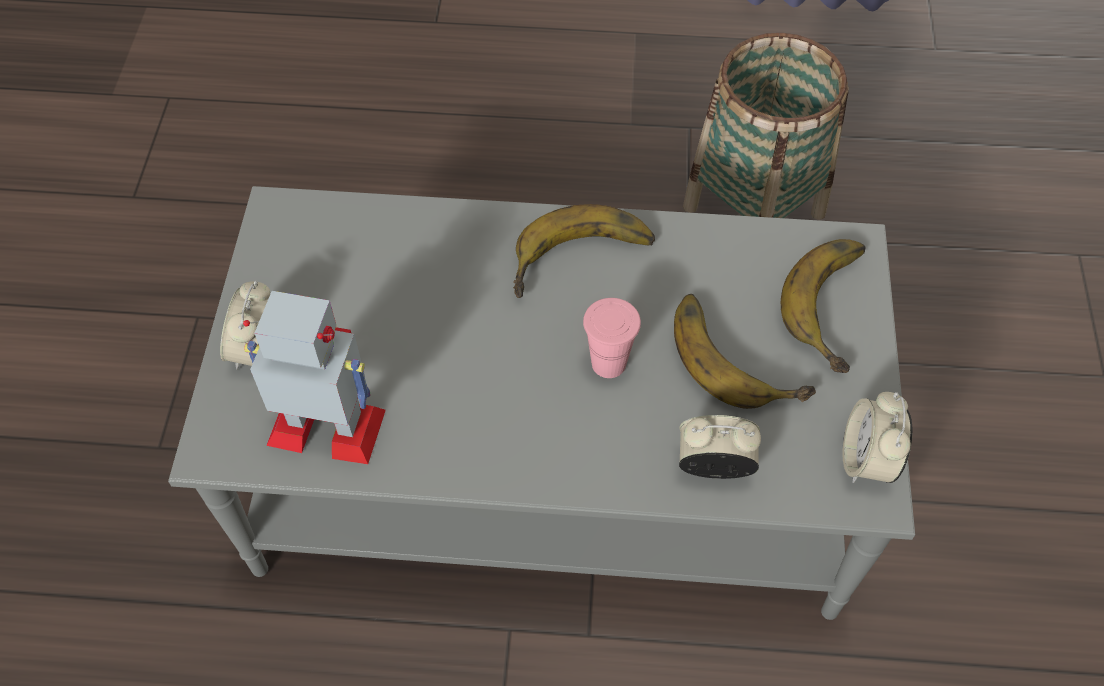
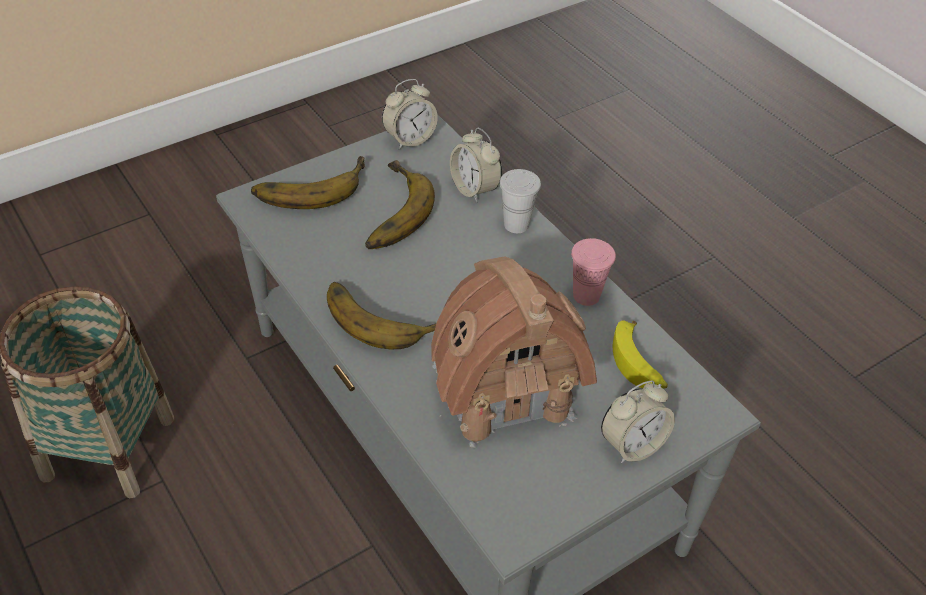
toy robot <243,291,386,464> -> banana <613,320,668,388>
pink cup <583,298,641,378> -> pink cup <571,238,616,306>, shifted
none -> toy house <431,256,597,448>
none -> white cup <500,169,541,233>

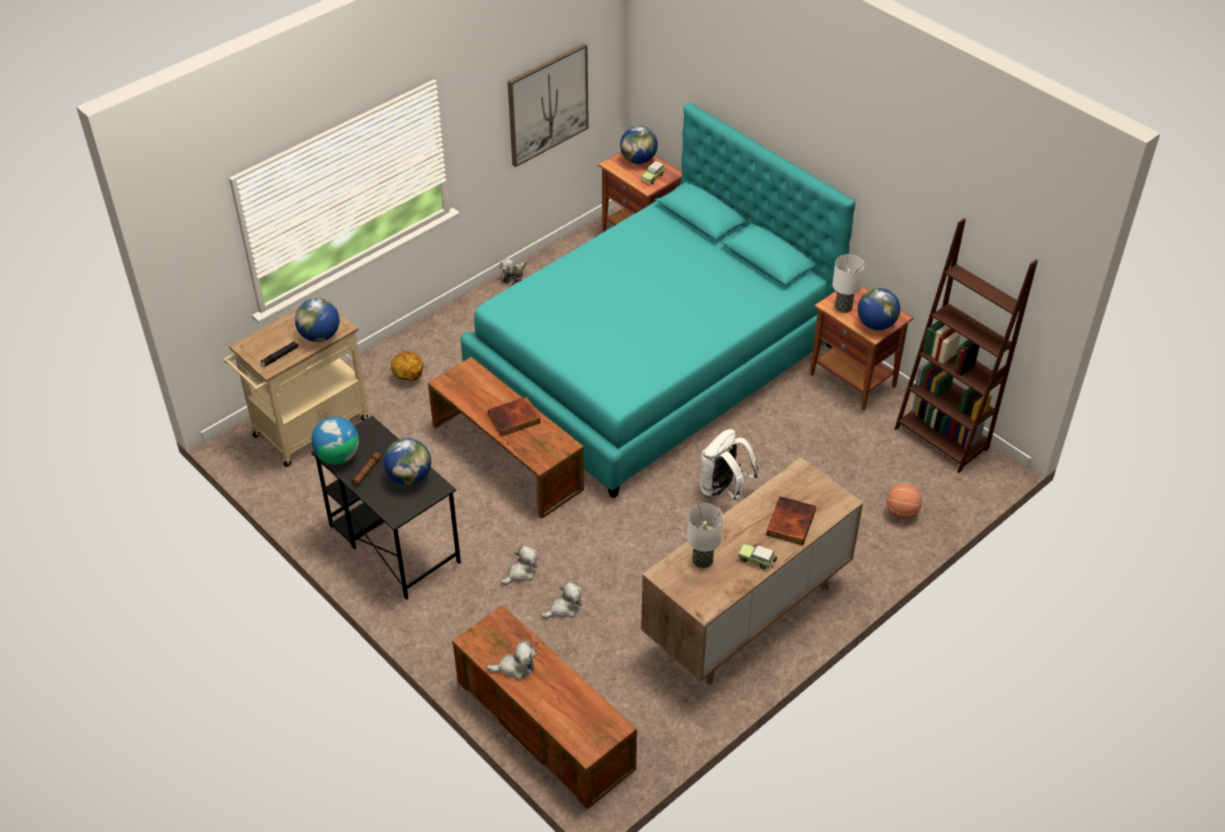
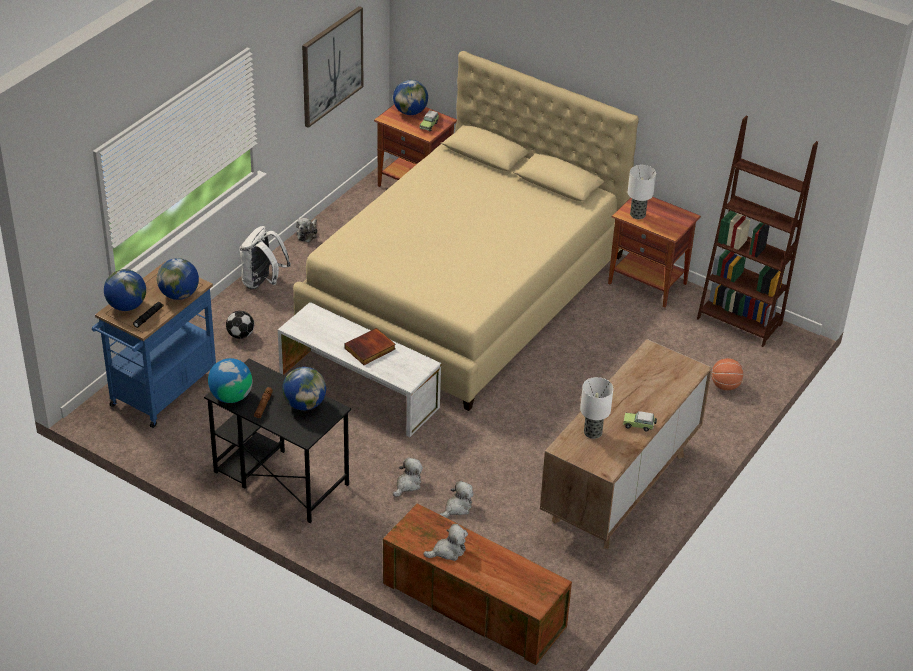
beige cart <224,297,368,467> -> blue cart <92,261,216,428>
basketball <391,351,423,381> -> football <226,311,254,339>
brown bench <428,357,584,519> -> white bench <278,302,442,437>
turquoise bed <461,103,856,499> -> beige bed <293,51,639,411>
white backpack <700,429,759,501> -> white backpack <239,226,291,289>, shifted
book <766,496,816,545> -> none
globe <858,288,900,330> -> globe <104,269,146,311>, shifted

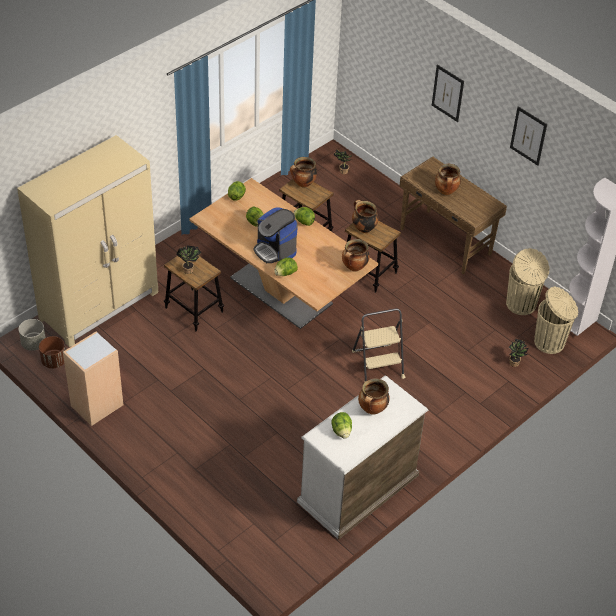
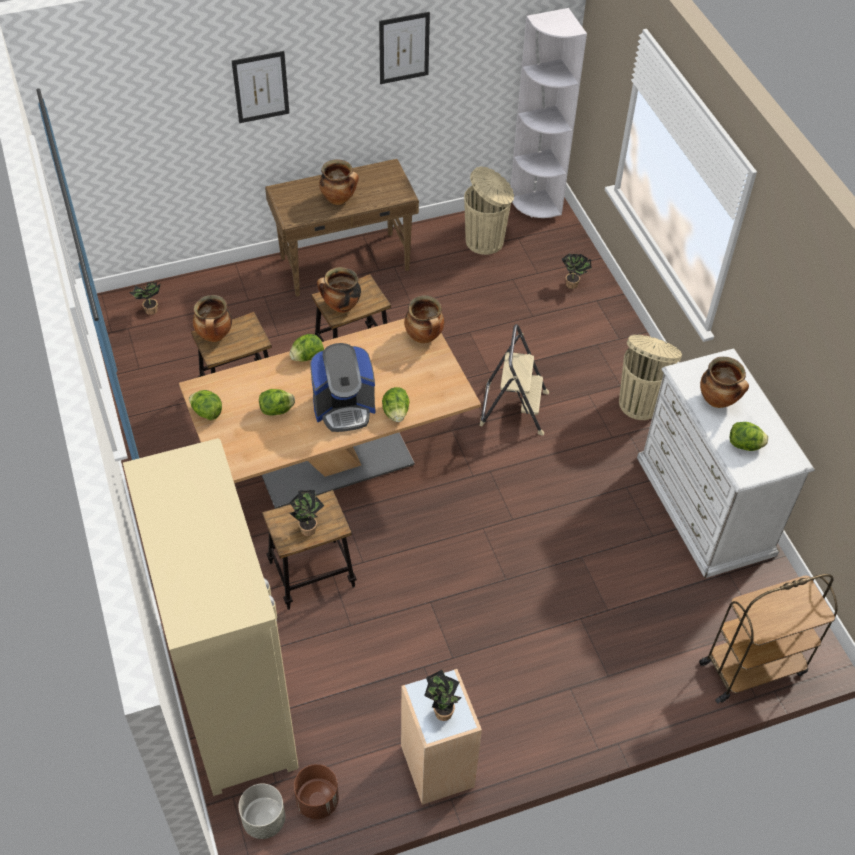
beige trash can <534,287,578,354> -> beige trash can <619,335,682,420>, shifted
none -> potted plant <424,670,462,721>
none -> brown cart <699,574,838,704>

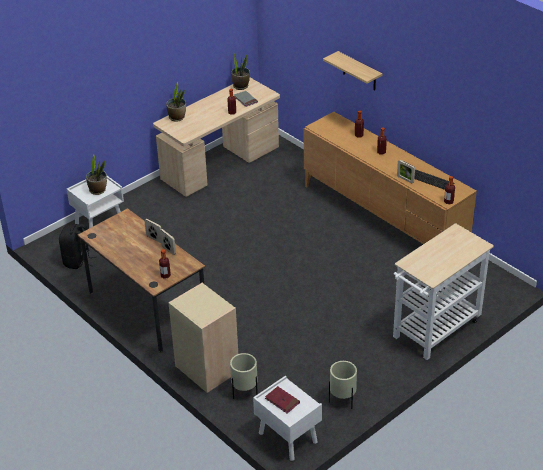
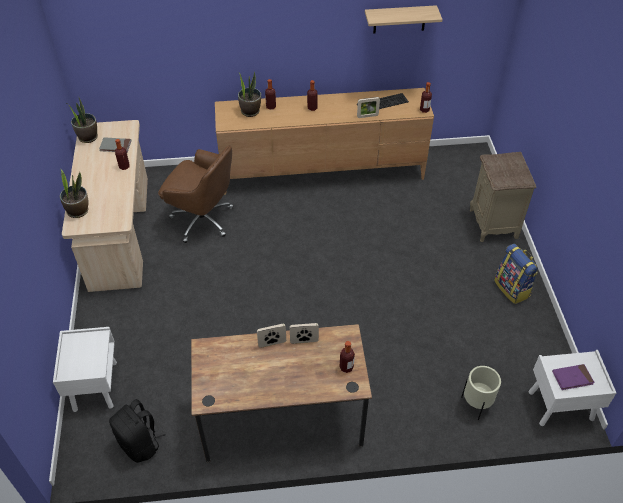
potted plant <86,154,107,195> -> potted plant <238,71,261,117>, shifted
beige bookcase <168,283,238,393> -> none
red book <265,386,300,413> -> purple book <552,364,595,390>
shelf <323,51,382,90> -> shelf <365,5,443,34>, shifted
beige planter <329,361,357,409> -> none
white cart <393,224,494,360> -> beige nightstand <470,152,536,242>
none -> brown office chair <158,145,233,243>
none -> backpack <494,244,538,304>

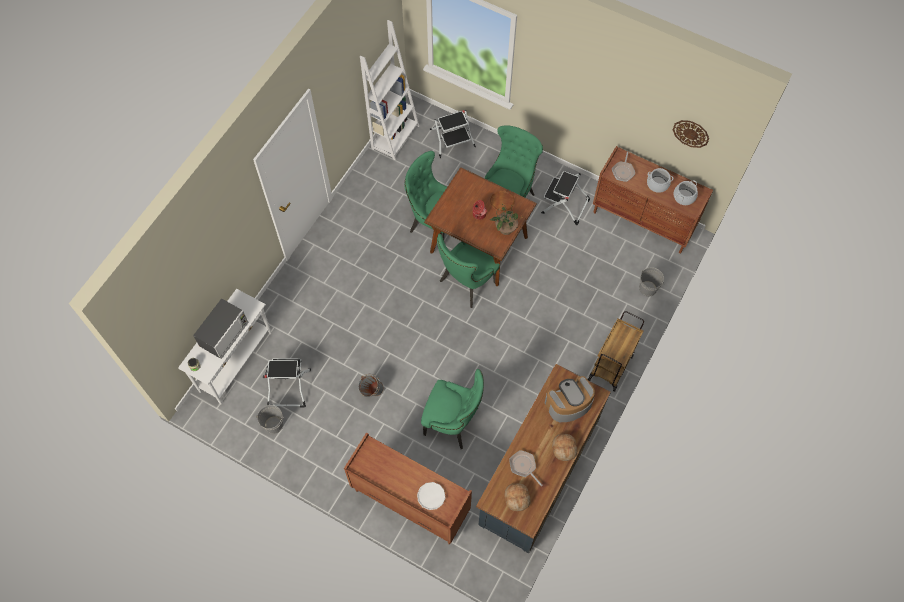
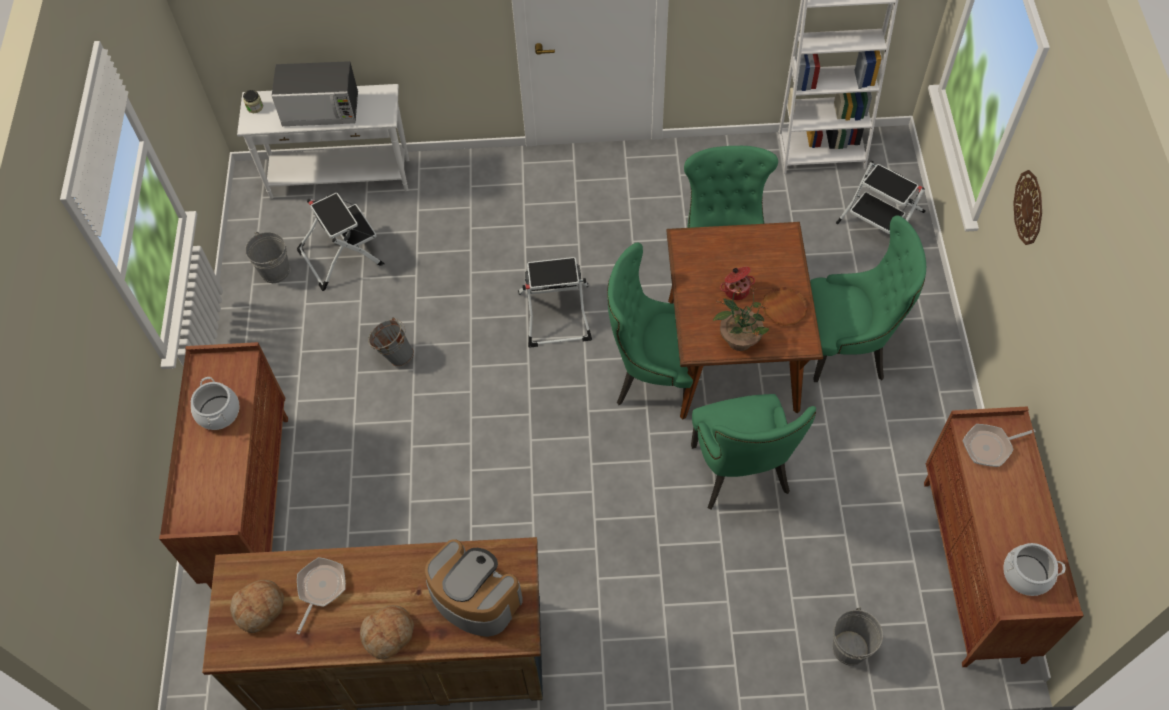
white plate <417,482,446,510> -> none
green chair <421,369,484,449> -> green chair <691,394,816,510>, shifted
step ladder <541,171,591,225> -> step ladder <518,257,592,348>, shifted
brown cart <588,311,644,391> -> none
cooking pot <647,168,673,193> -> cooking pot <191,377,240,430>, shifted
wall clock <673,120,709,148> -> wall clock <1013,170,1042,245>, shifted

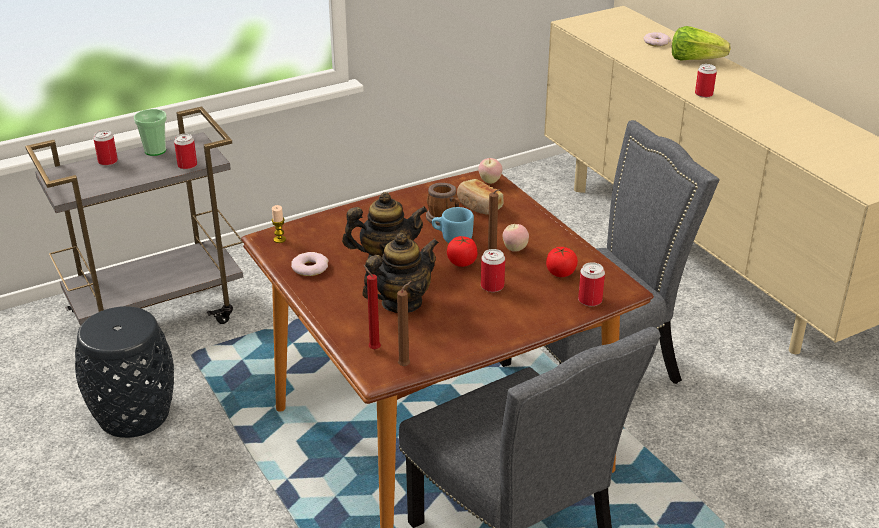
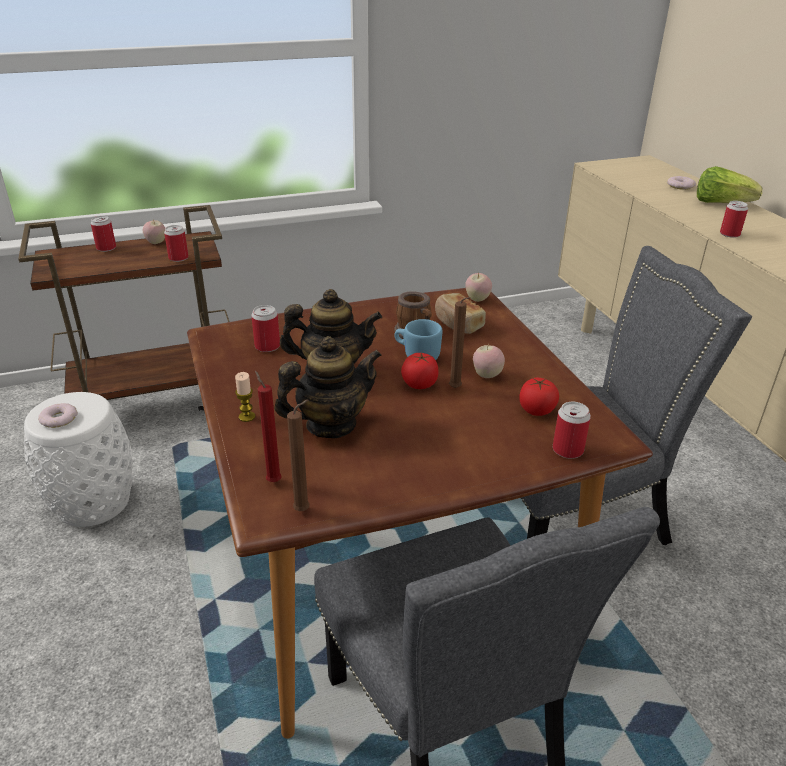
grey cart <25,107,243,325> -> brown cart <18,205,230,411>
black stool <75,306,174,438> -> white stool <24,392,133,527>
cup <134,109,167,156> -> apple <143,219,165,244>
candle <271,205,286,243> -> candle <235,372,255,422>, shifted
donut <291,252,328,276> -> donut <38,403,78,428>, shifted
can <481,249,505,292> -> can <251,305,280,352>, shifted

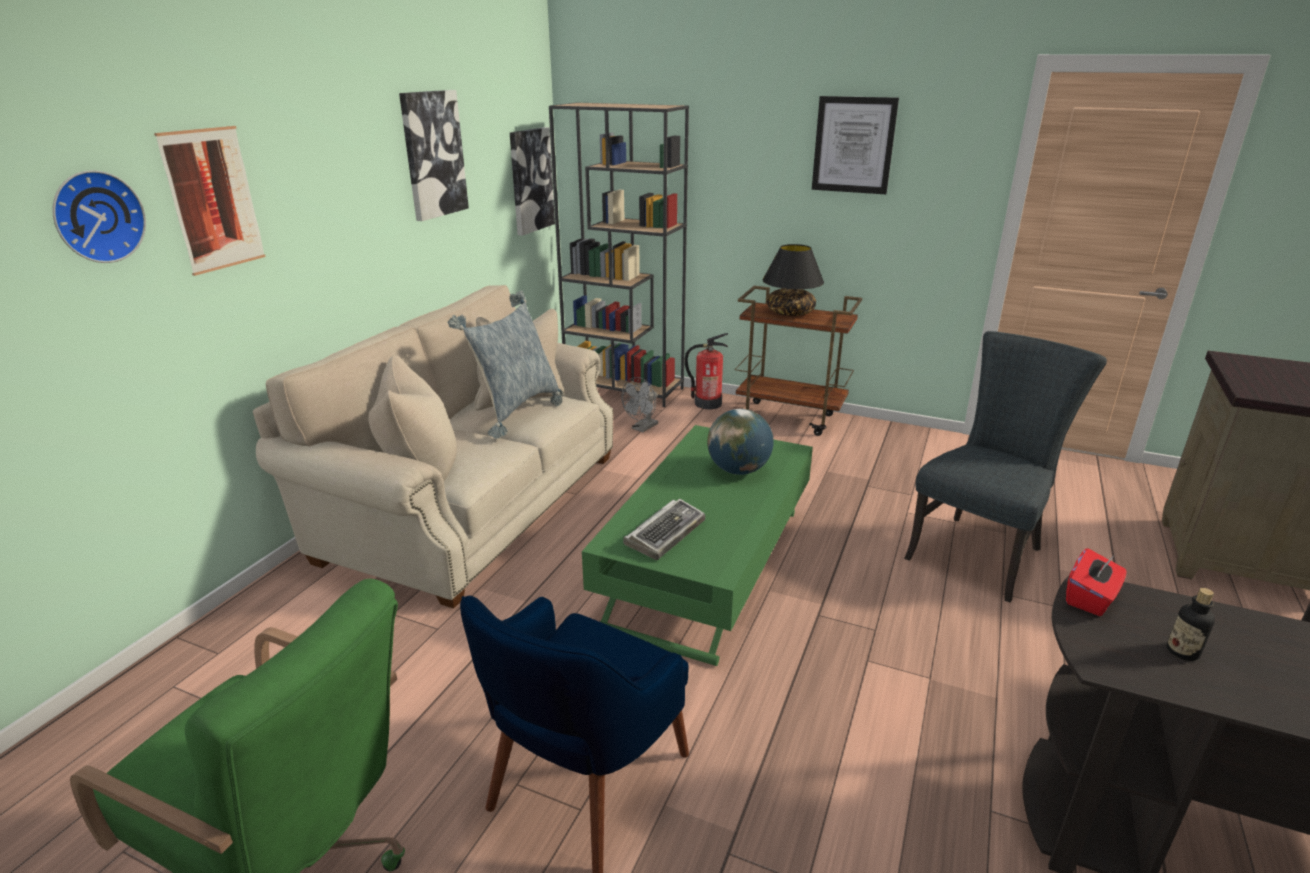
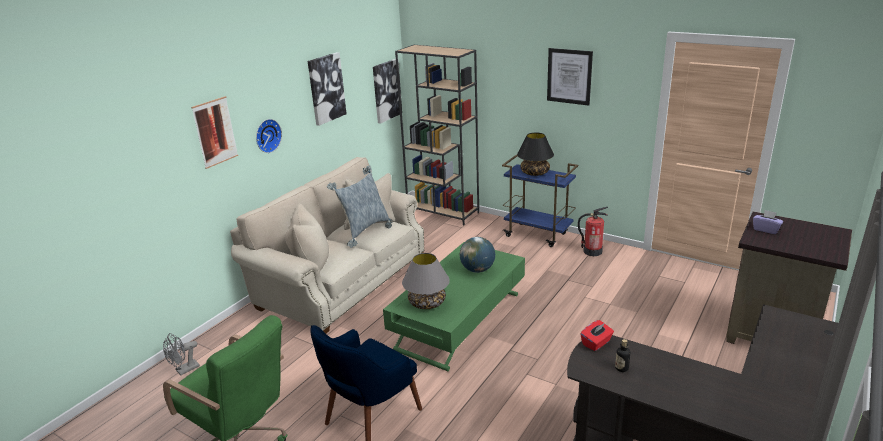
wall clock <52,170,146,263> -> wall clock <256,119,282,153>, shifted
grey fan <621,377,658,432> -> grey fan <163,333,200,375>, shifted
keyboard <623,499,705,560> -> grey table lamp <402,253,450,309>
fire extinguisher <685,333,728,409> -> fire extinguisher <578,207,608,256>, shifted
brown cart <735,286,862,436> -> blue cart <502,154,578,247>
grey chair <904,331,1107,602> -> none
none -> purple tissue box <753,210,783,234>

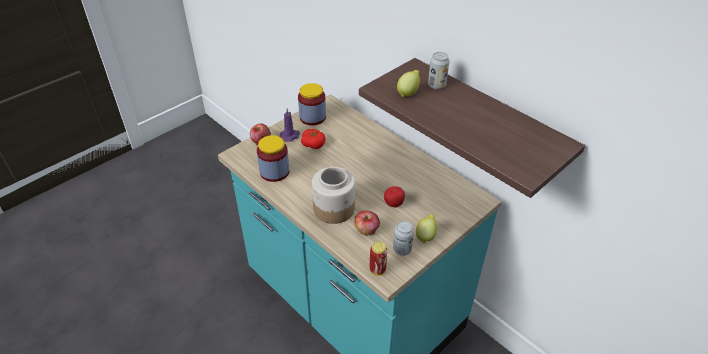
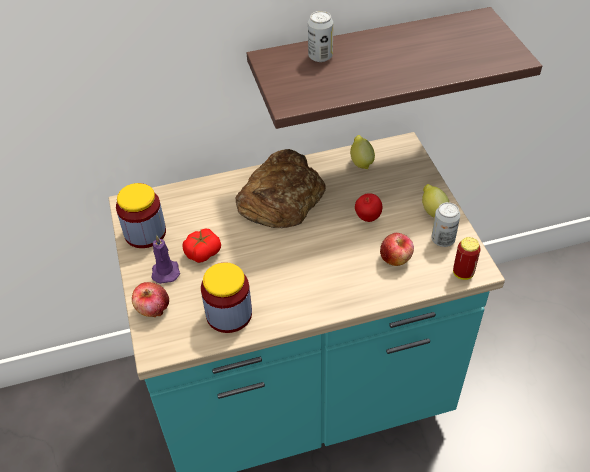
jar <312,167,355,224> -> none
lemon <397,70,420,97> -> lemon <350,135,375,169>, shifted
none -> bread <235,149,326,228>

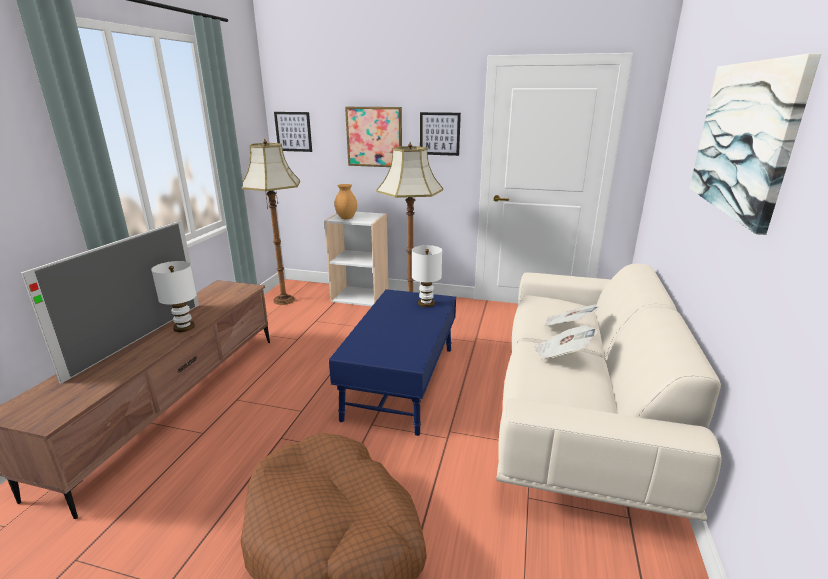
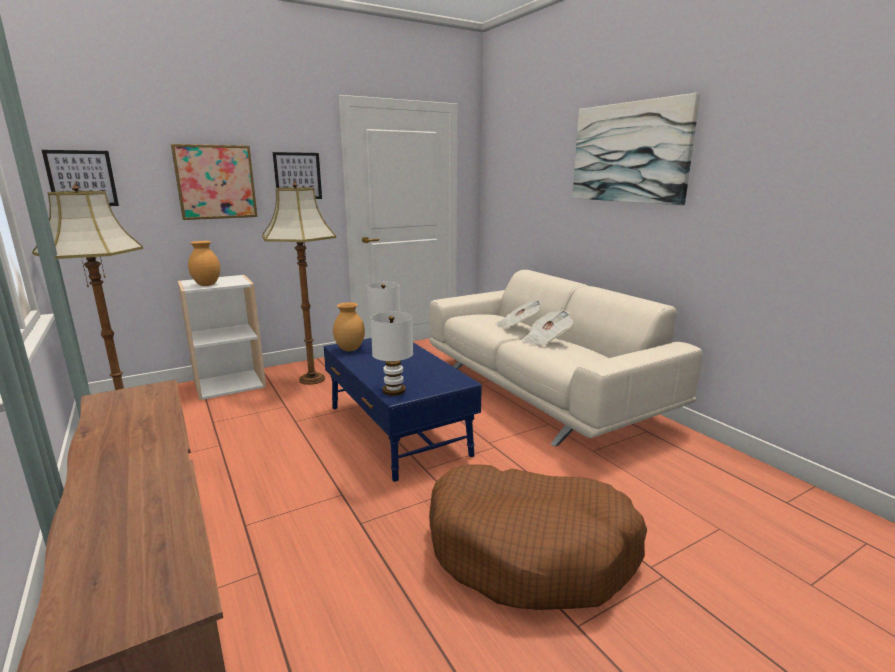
television <20,220,199,384> -> none
white table lamp <151,261,197,332> -> white table lamp <371,312,413,396>, shifted
none -> brown vase <333,302,365,351>

